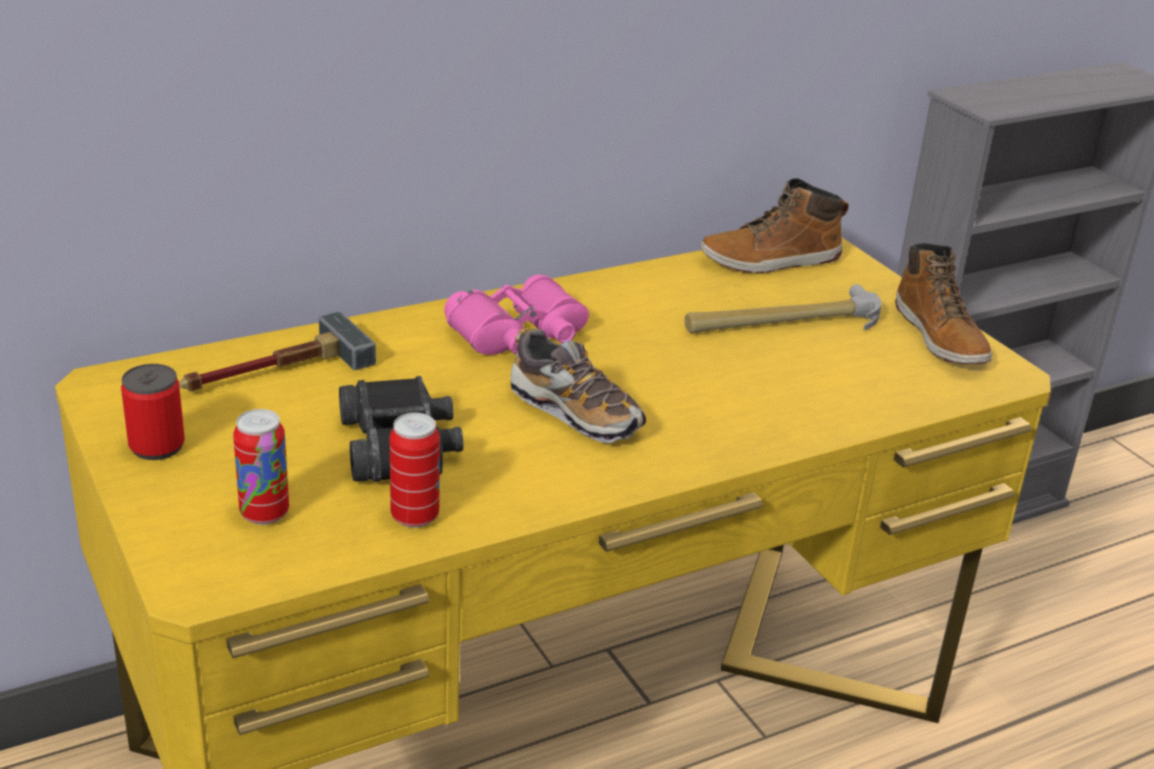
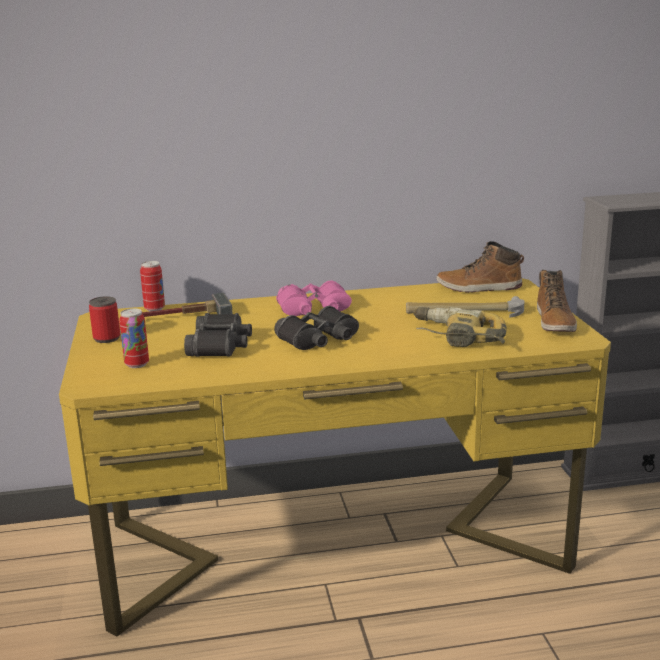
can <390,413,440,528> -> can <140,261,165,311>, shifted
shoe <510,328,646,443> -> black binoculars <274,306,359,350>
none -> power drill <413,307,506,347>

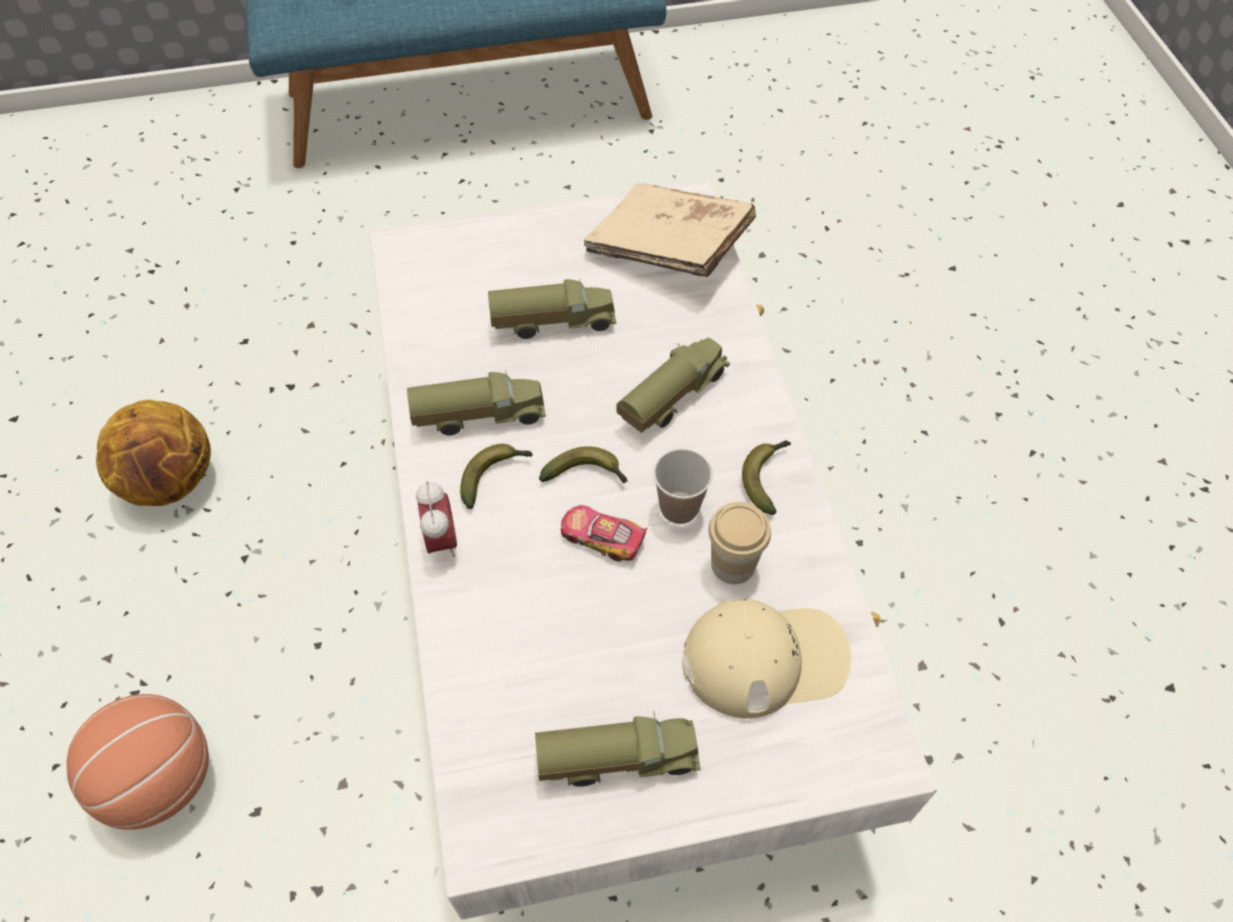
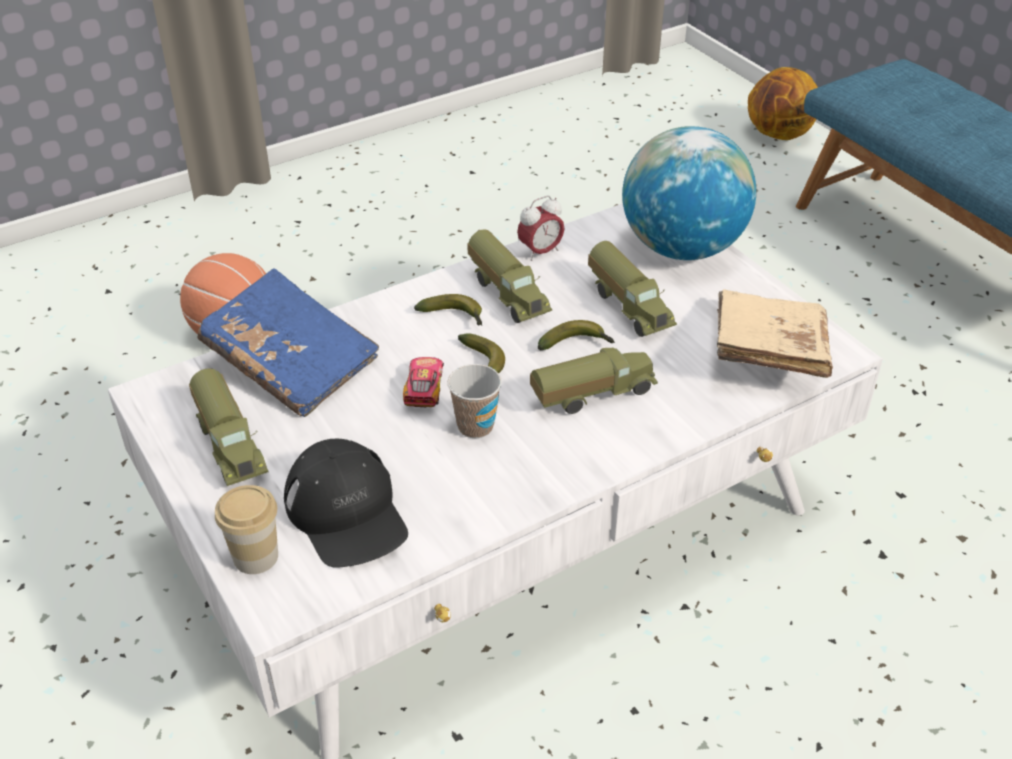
basketball <96,400,211,506> -> basketball <748,67,818,140>, shifted
alarm clock <416,481,457,557> -> alarm clock <517,196,565,261>, shifted
toy truck <616,338,730,433> -> toy truck <530,347,658,414>, 45 degrees counterclockwise
beige cap <682,598,851,719> -> black cap <284,439,408,568>
cup <708,502,771,584> -> cup <215,485,278,574>, shifted
banana <742,440,791,515> -> banana <538,320,615,350>, shifted
none -> blue book <198,268,379,417>
none -> globe <622,126,756,260>

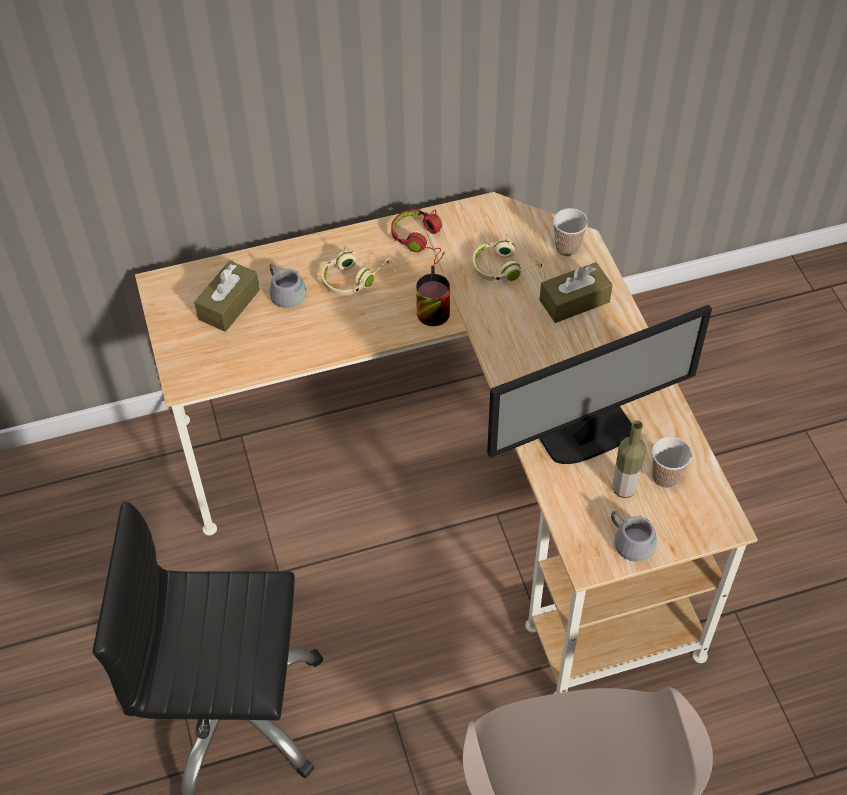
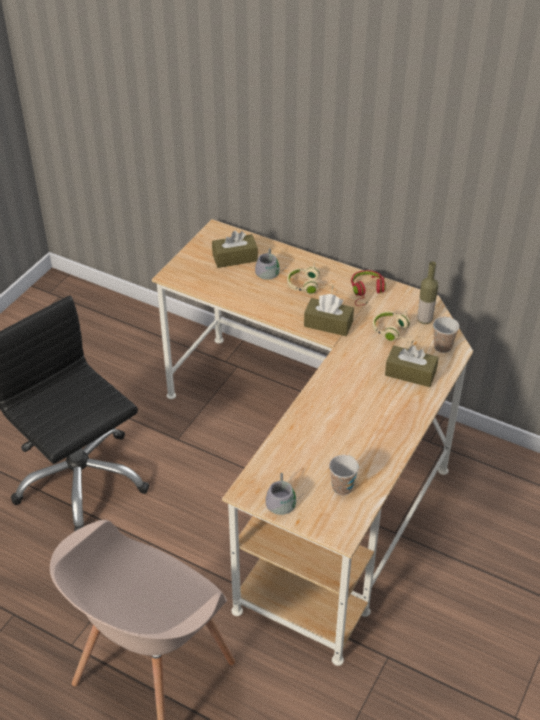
mug <416,265,450,326> -> brown tissue box <304,294,354,336>
monitor <487,304,712,464> -> none
bottle <613,420,646,498> -> bottle <418,261,438,324>, shifted

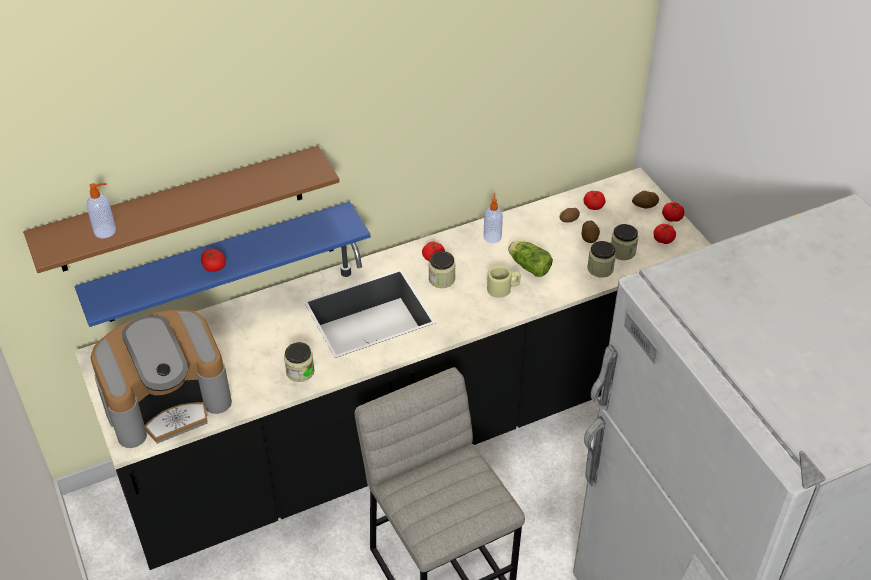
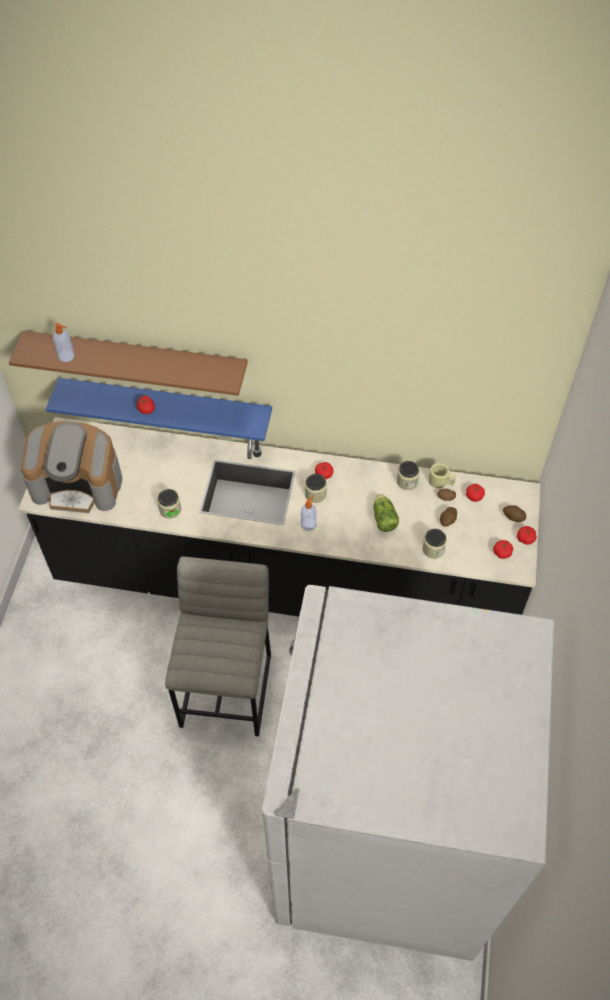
soap dispenser <483,193,503,243> -> soap dispenser <301,495,317,531>, shifted
beige mug <487,265,520,298> -> beige mug <428,463,456,488>, shifted
jar <611,224,638,260> -> jar <397,461,419,490>, shifted

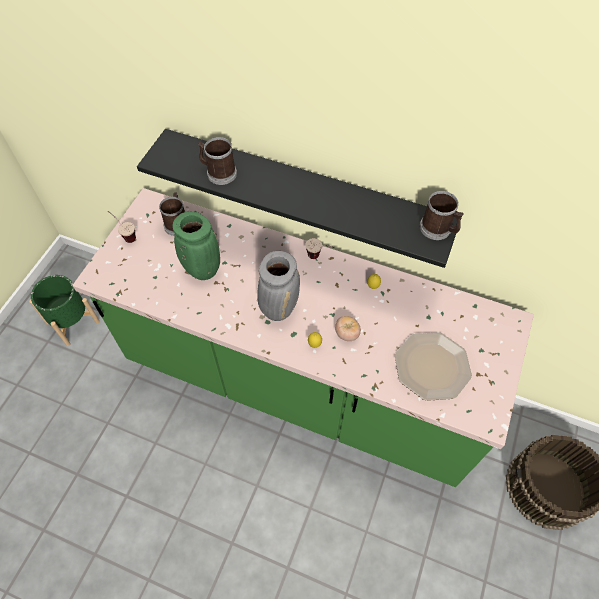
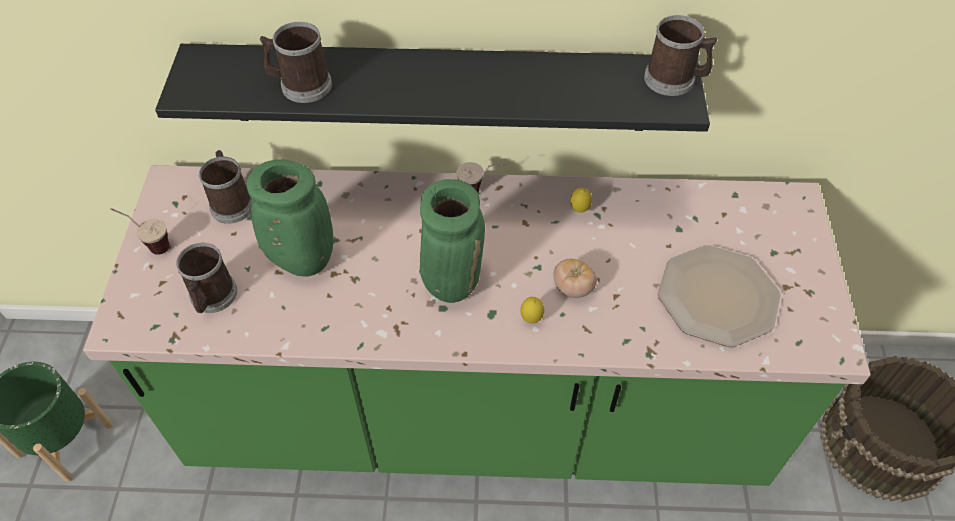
grey vase <257,251,300,321> -> green vase <420,179,485,303>
none -> mug <176,243,237,313>

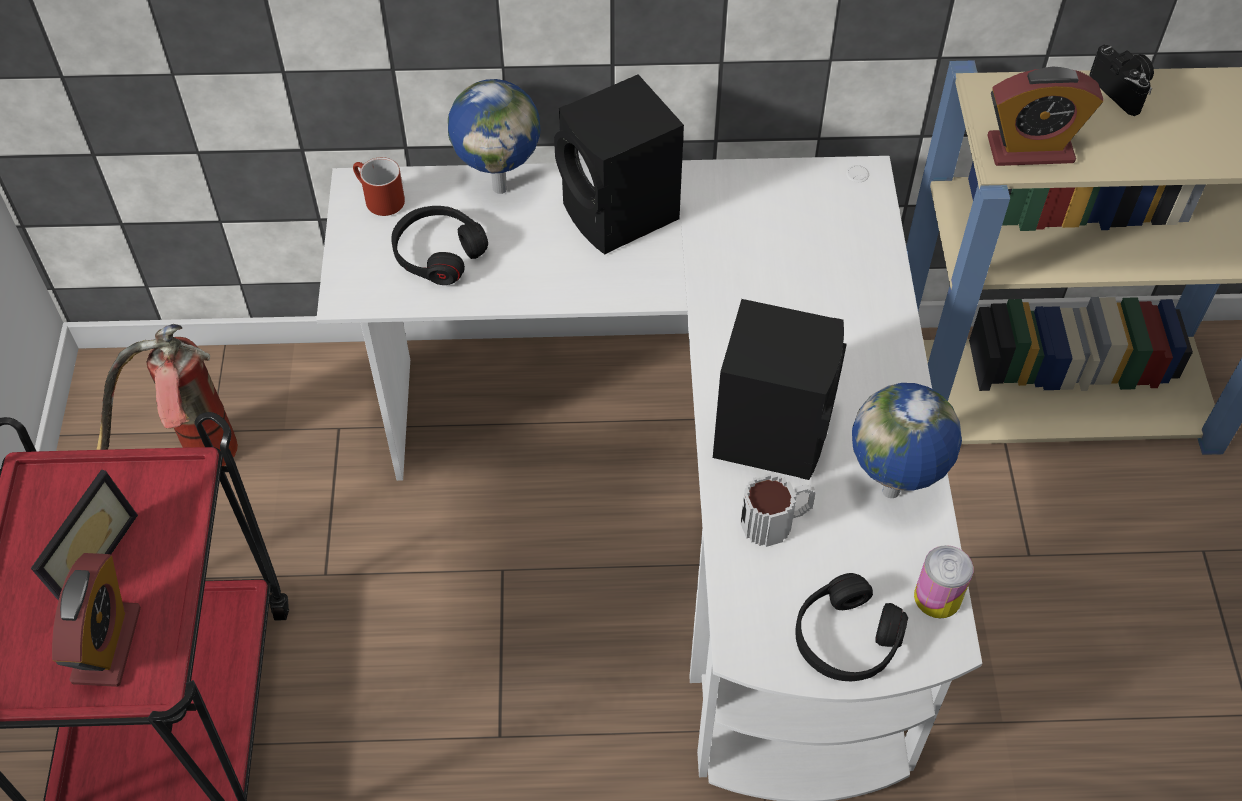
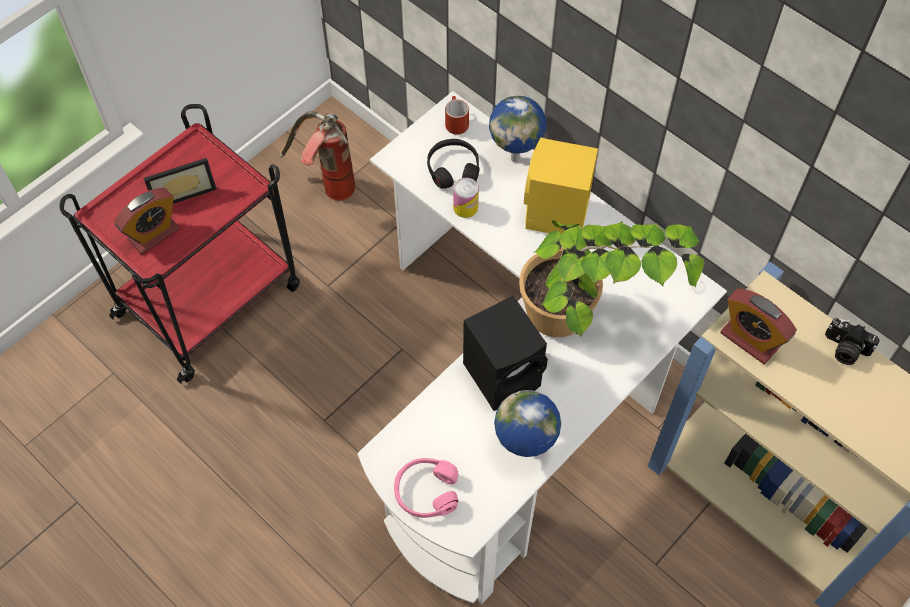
black speaker <554,74,684,254> -> yellow speaker <524,138,598,234>
mug <740,473,816,547> -> none
black headphones <795,573,908,681> -> pink headphones <394,458,459,518>
can <914,545,973,618> -> can <453,178,479,218>, shifted
photo camera <1089,45,1154,116> -> photo camera <825,318,880,365>, 105 degrees clockwise
none -> potted plant <519,220,704,337>

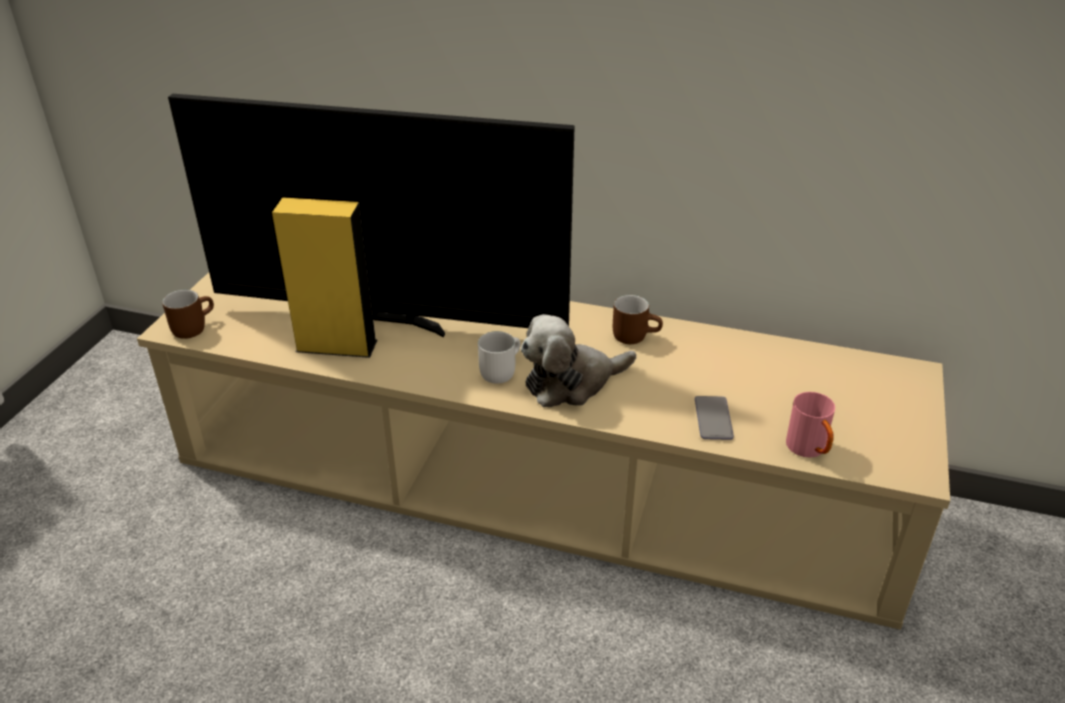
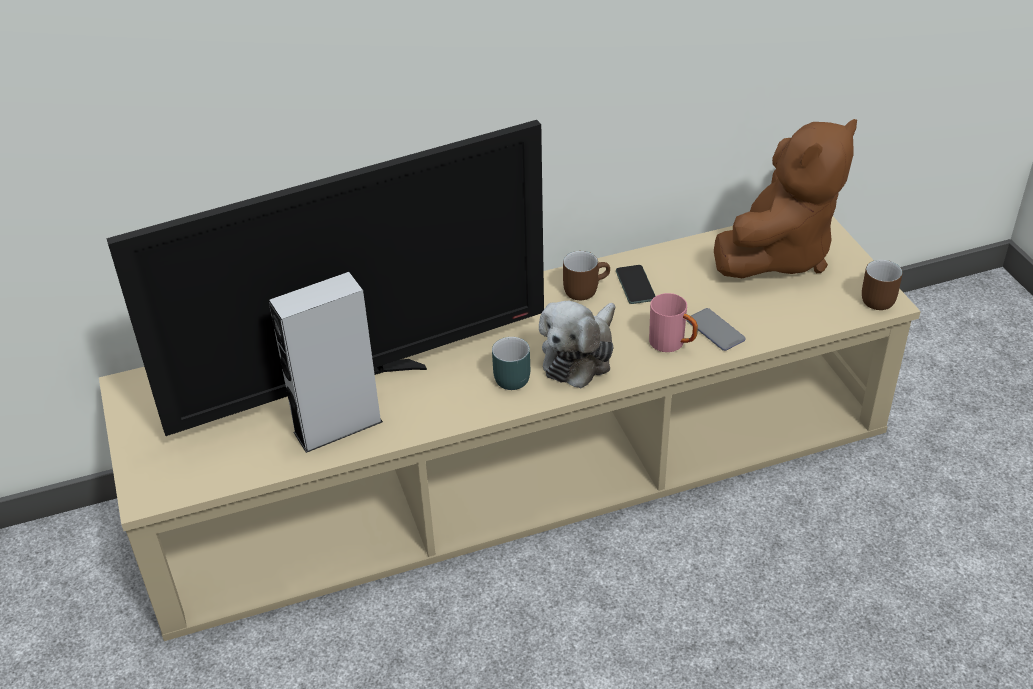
brown mug <162,290,214,339> -> brown mug <862,260,903,310>, shifted
yellow speaker <272,197,377,358> -> grey speaker <269,272,383,453>
white mug <478,331,520,384> -> turquoise mug <492,337,530,390>
pink mug <786,392,835,458> -> pink mug <649,293,698,352>, shifted
none -> phone <616,265,655,304>
none -> brown plush toy <714,119,857,278>

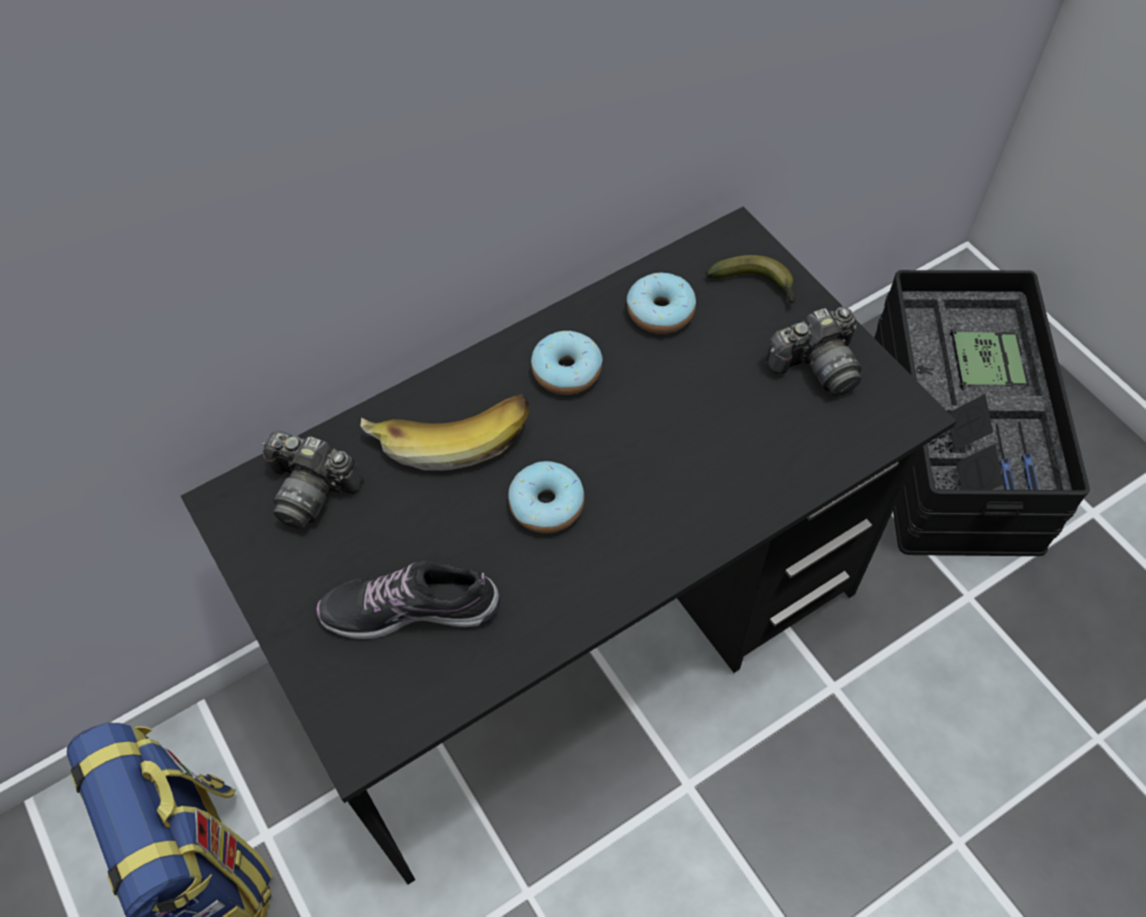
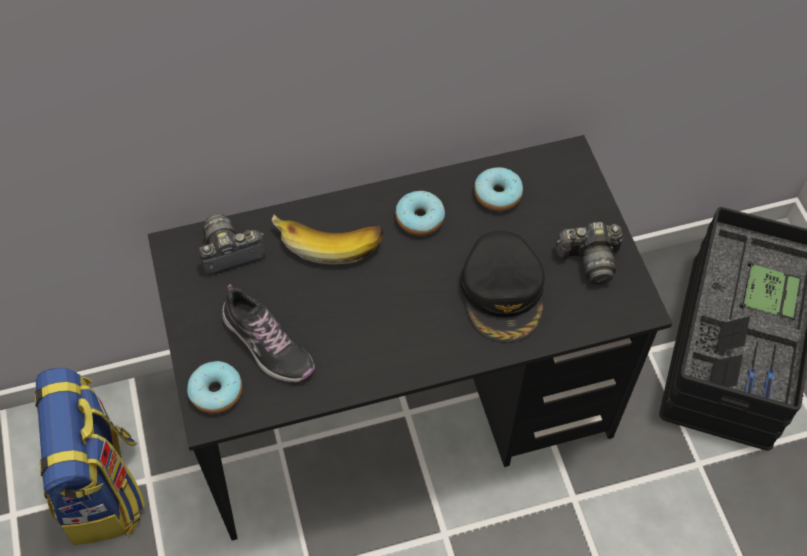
photo camera <262,431,364,529> -> photo camera <198,214,266,276>, 120 degrees clockwise
shoe <316,561,500,639> -> shoe <222,284,315,383>, 150 degrees counterclockwise
donut <508,461,585,534> -> donut <187,361,242,414>, shifted
banana <706,255,796,304> -> none
none -> black cap <460,231,545,343>

